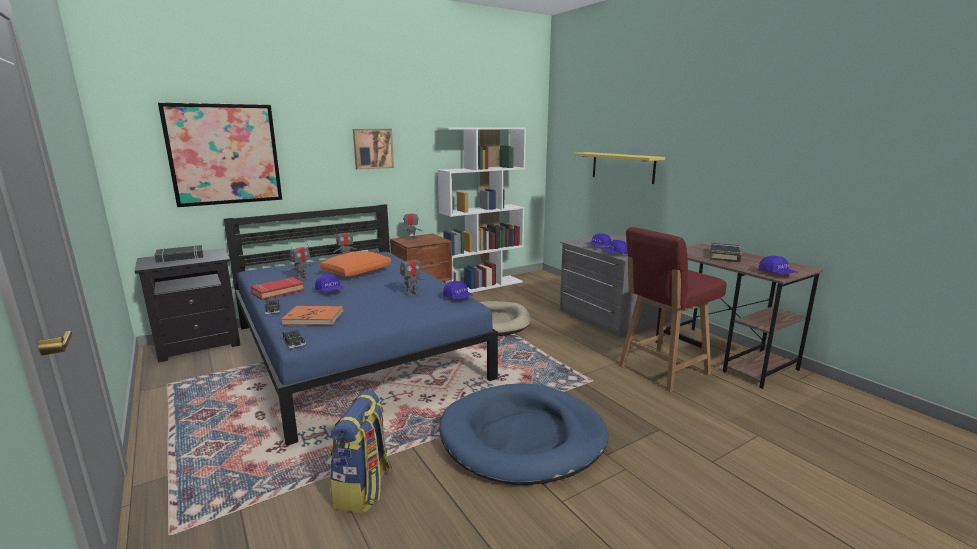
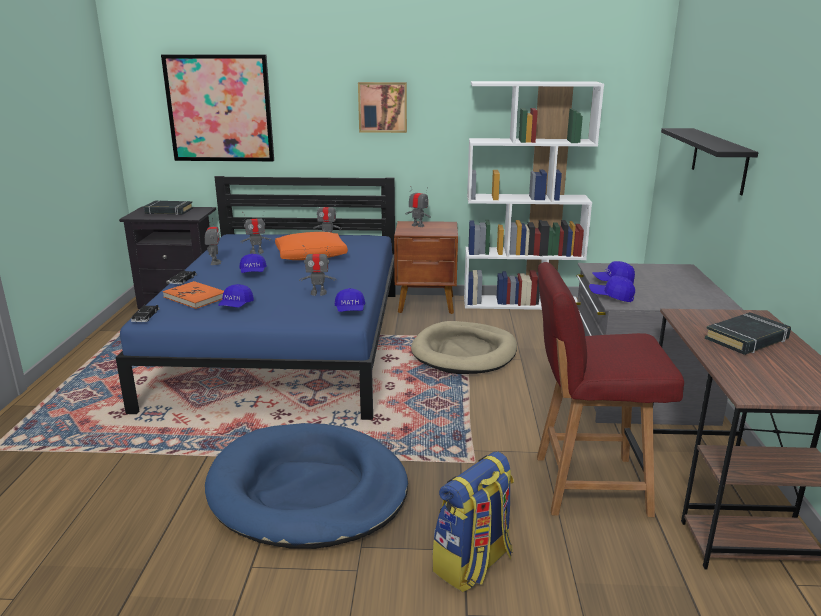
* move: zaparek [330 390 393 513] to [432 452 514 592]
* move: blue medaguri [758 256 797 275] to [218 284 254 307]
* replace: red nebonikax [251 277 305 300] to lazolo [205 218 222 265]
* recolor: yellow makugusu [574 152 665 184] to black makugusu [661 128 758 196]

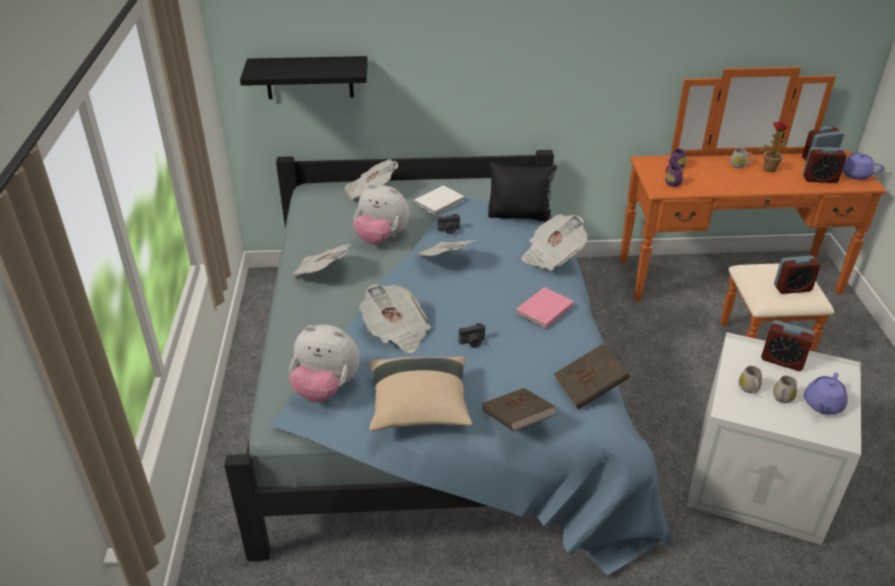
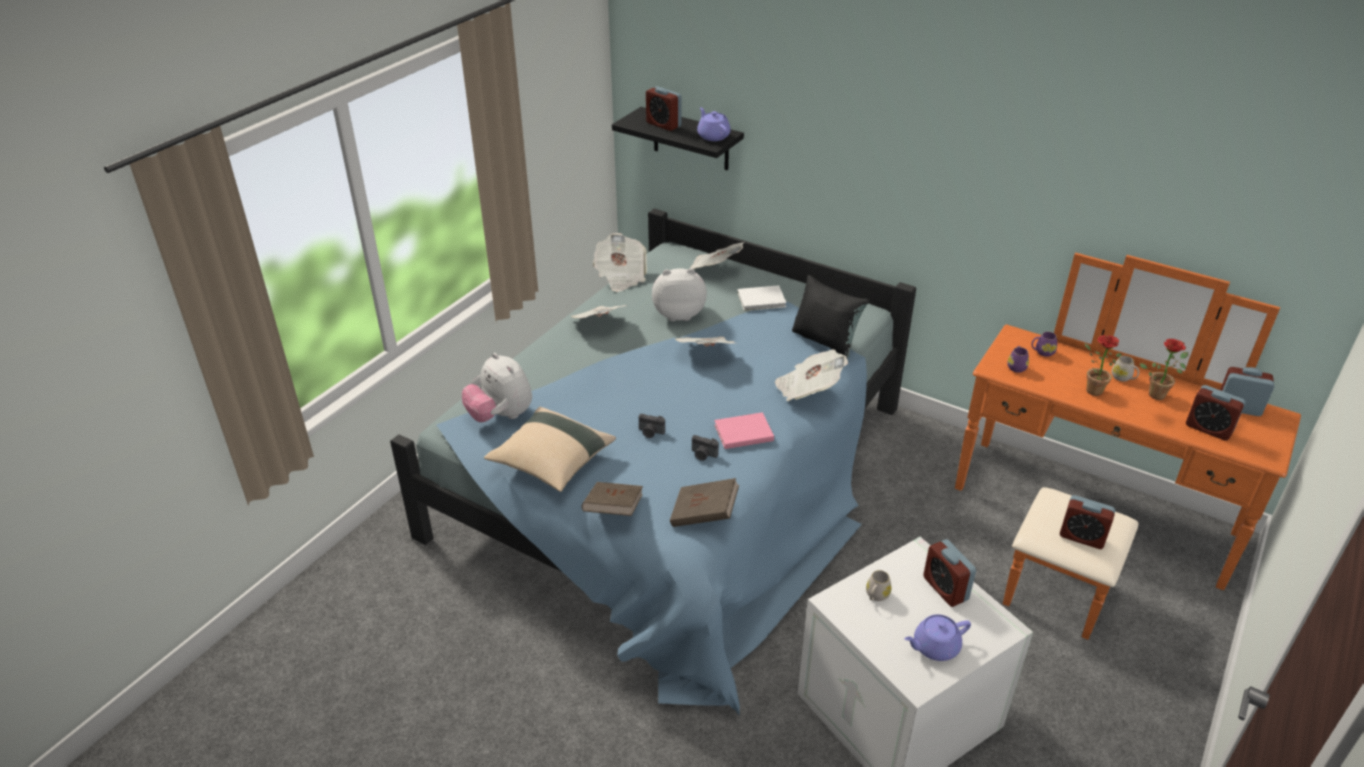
* delete: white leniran [773 376 797 403]
* insert: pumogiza [646 86 682 131]
* insert: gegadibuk [1084 335 1122 396]
* move: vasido [359 284 431 353] to [593 233 647 292]
* move: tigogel [437 214 460 234] to [692 435 719 461]
* move: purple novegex [842 153 884 180] to [697 107 731 141]
* rotate: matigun [353 184 409 245] = [652 268 707 321] 120 degrees clockwise

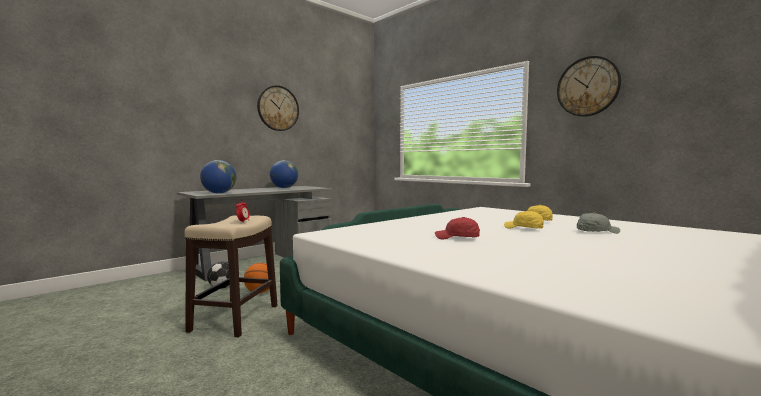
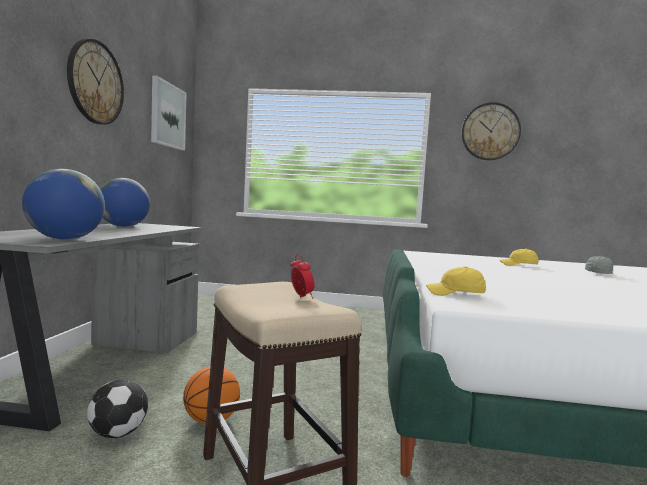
* delete: red medaguri [435 217 480 239]
* insert: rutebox [151 75 187 150]
* move: yellow medaguri [504 210 544 229] to [426 267 486 296]

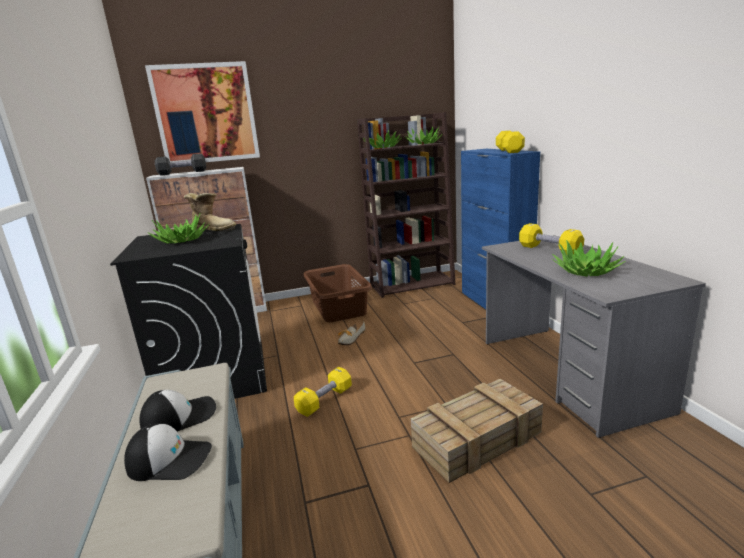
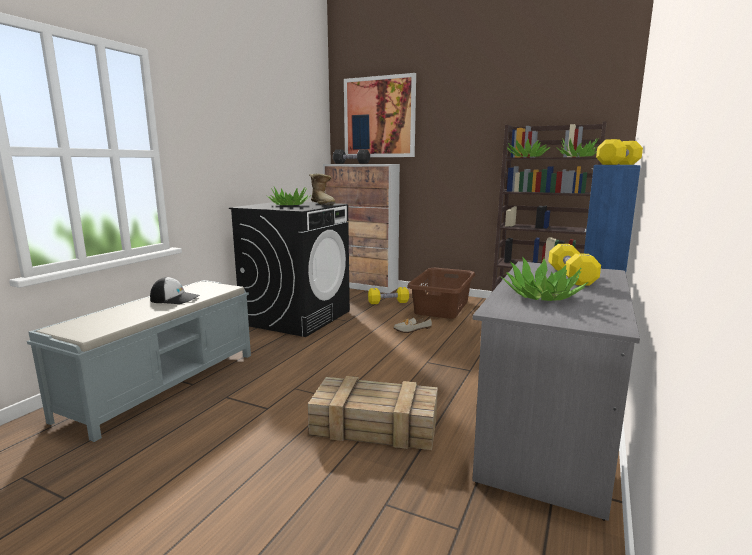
* delete: medaguri [124 423 212 481]
* move: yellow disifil [294 367 352 417] to [368 287 409 304]

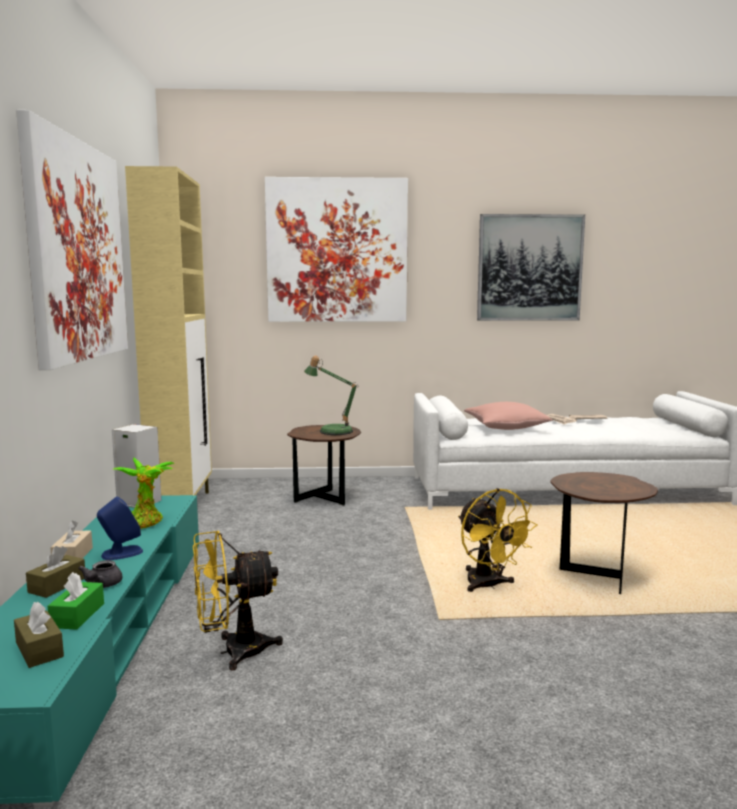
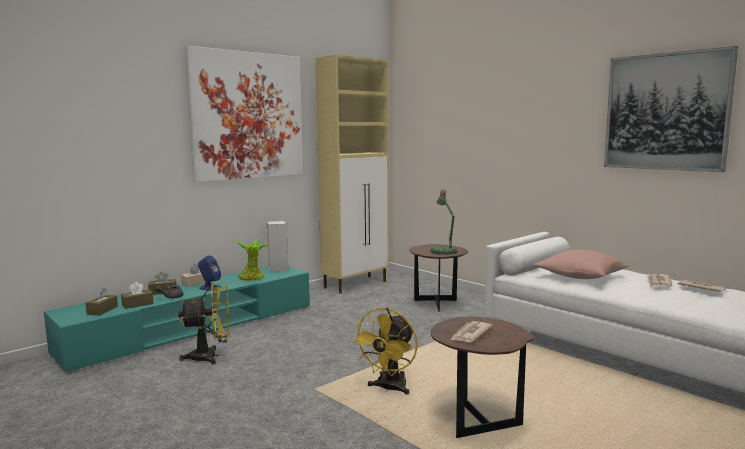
* delete: rutebox [265 177 408 322]
* insert: vasido [451 321 493 342]
* recolor: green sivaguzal [48 572 104 630] to brown sivaguzal [121 282 154 309]
* rotate: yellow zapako [193 531 283 671] = [178 282 230 365] 135 degrees clockwise

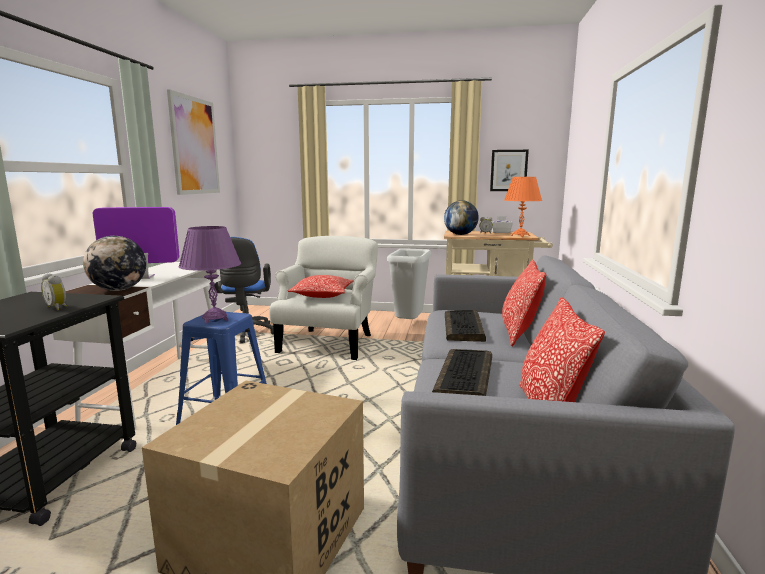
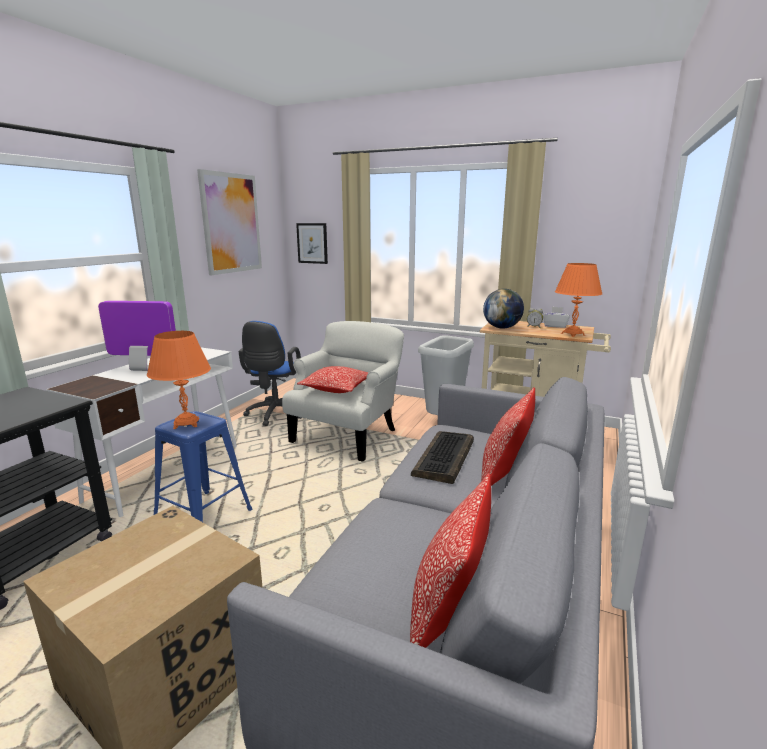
* delete: pumogiza [41 274 67 311]
* delete: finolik [83 236 146 291]
* delete: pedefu [432 349 492 396]
* move: rutebox [490 150 529 191] to [296 223 328 264]
* recolor: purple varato [179 226 241 324] to orange varato [147 331 211 429]

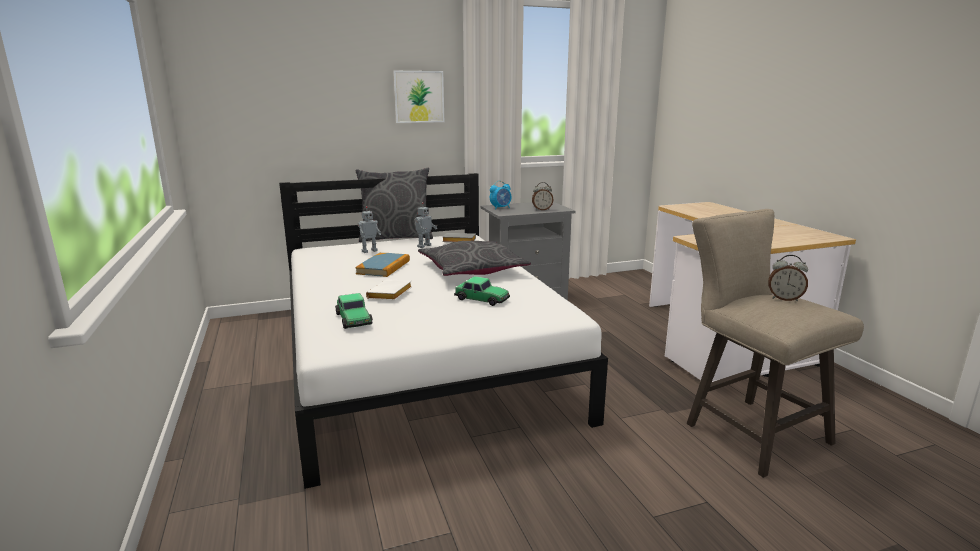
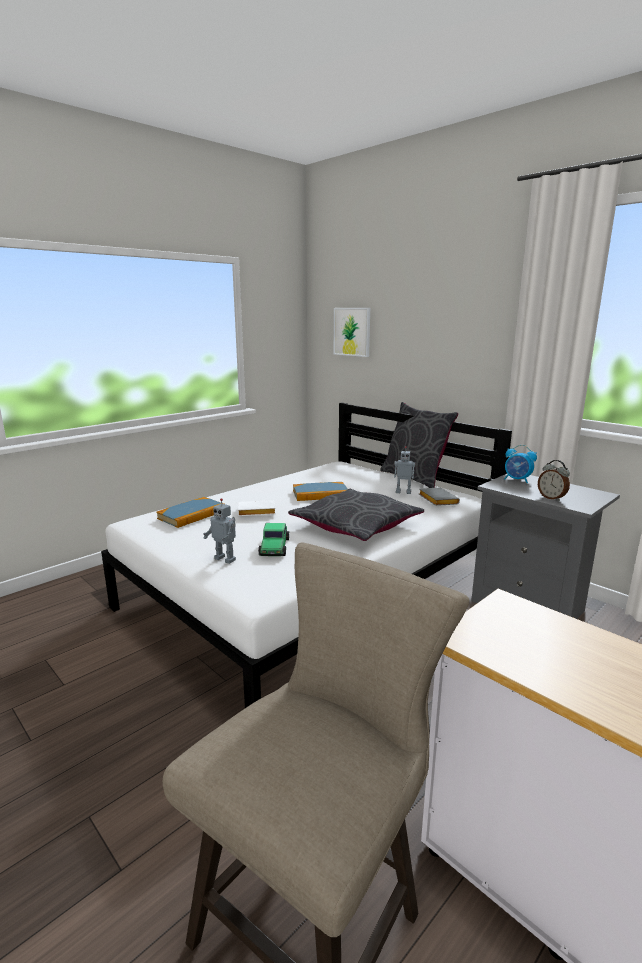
* delete: pumogiza [768 255 808 301]
* move: lazolo [358 206 381 253] to [203 498 236 564]
* move: rutebox [393 71 444 123] to [334 308 370 357]
* replace: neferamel [335 293 373 329] to nebonikax [156 497 224 528]

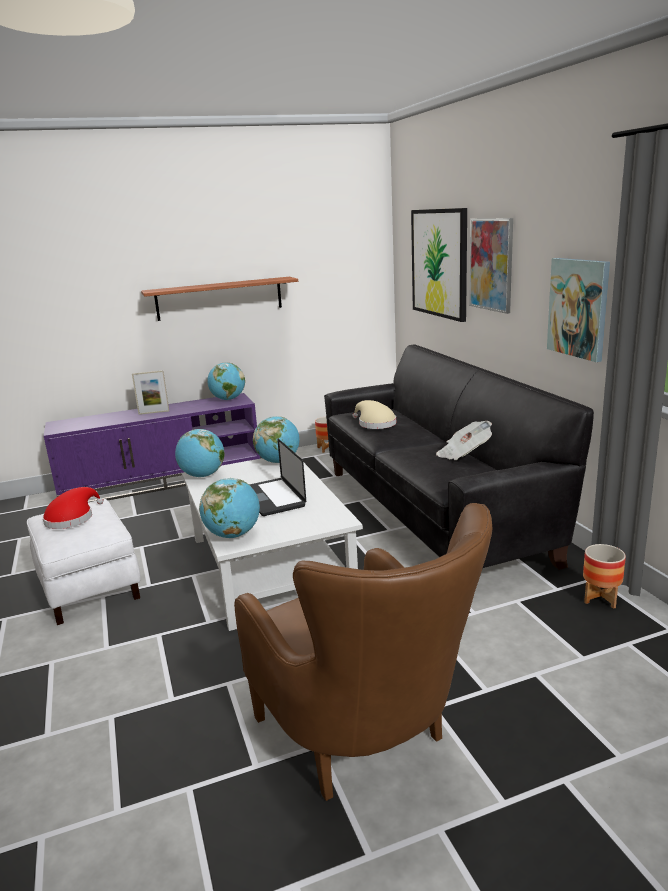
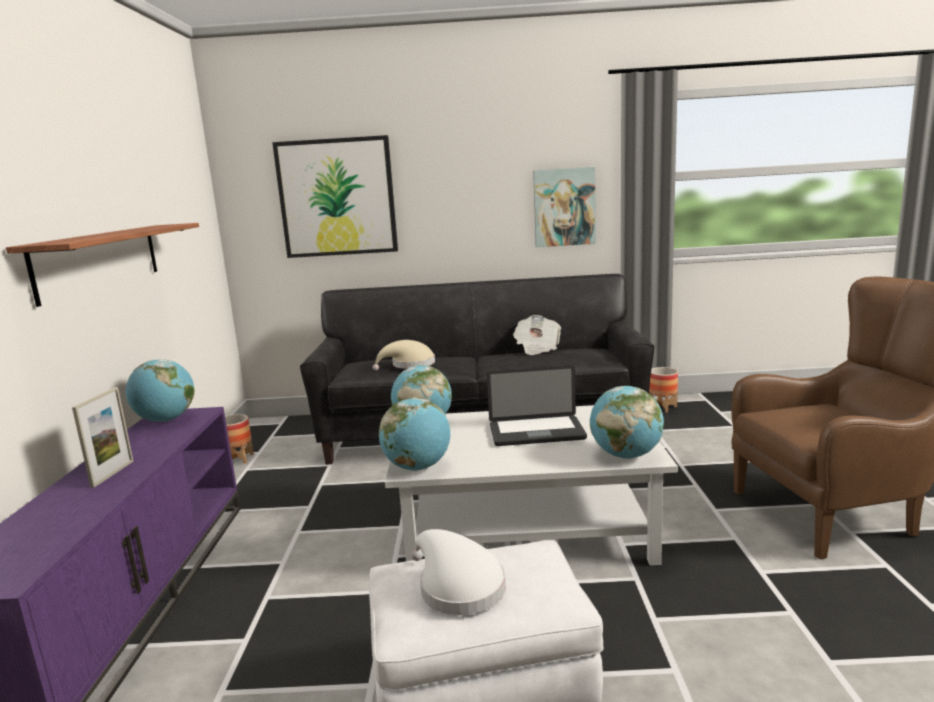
* delete: rutebox [469 218 513 314]
* recolor: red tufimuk [43 487 104 529] to white tufimuk [411 529 506 615]

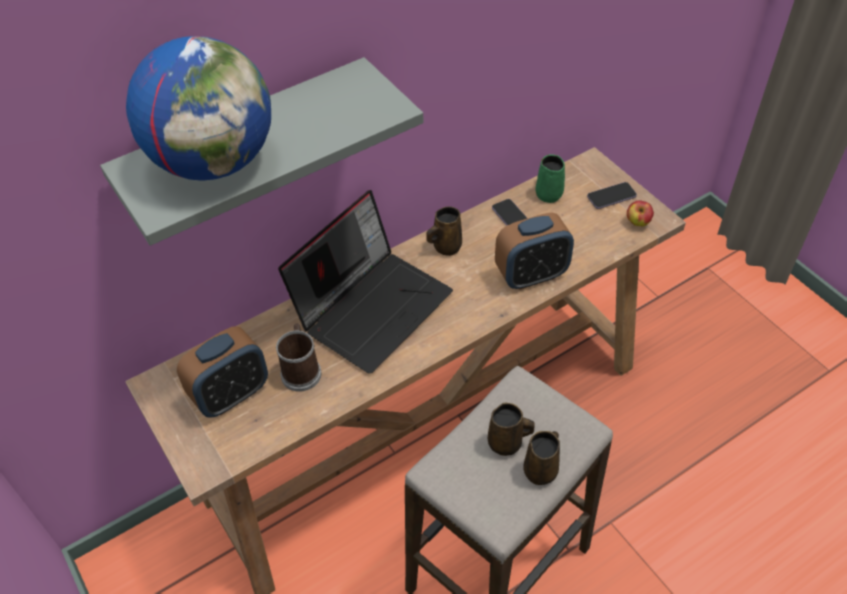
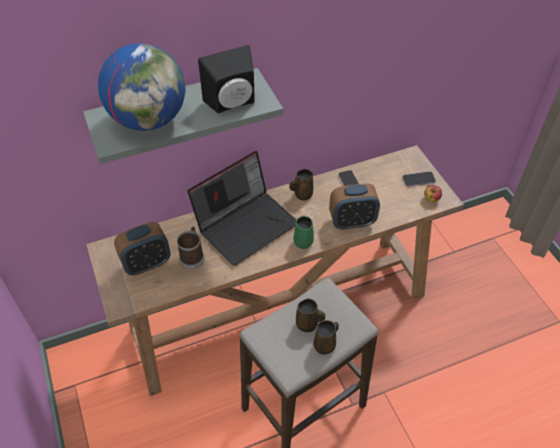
* insert: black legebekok [198 45 255 113]
* move: green leniran [535 154 565 203] to [293 216 314 249]

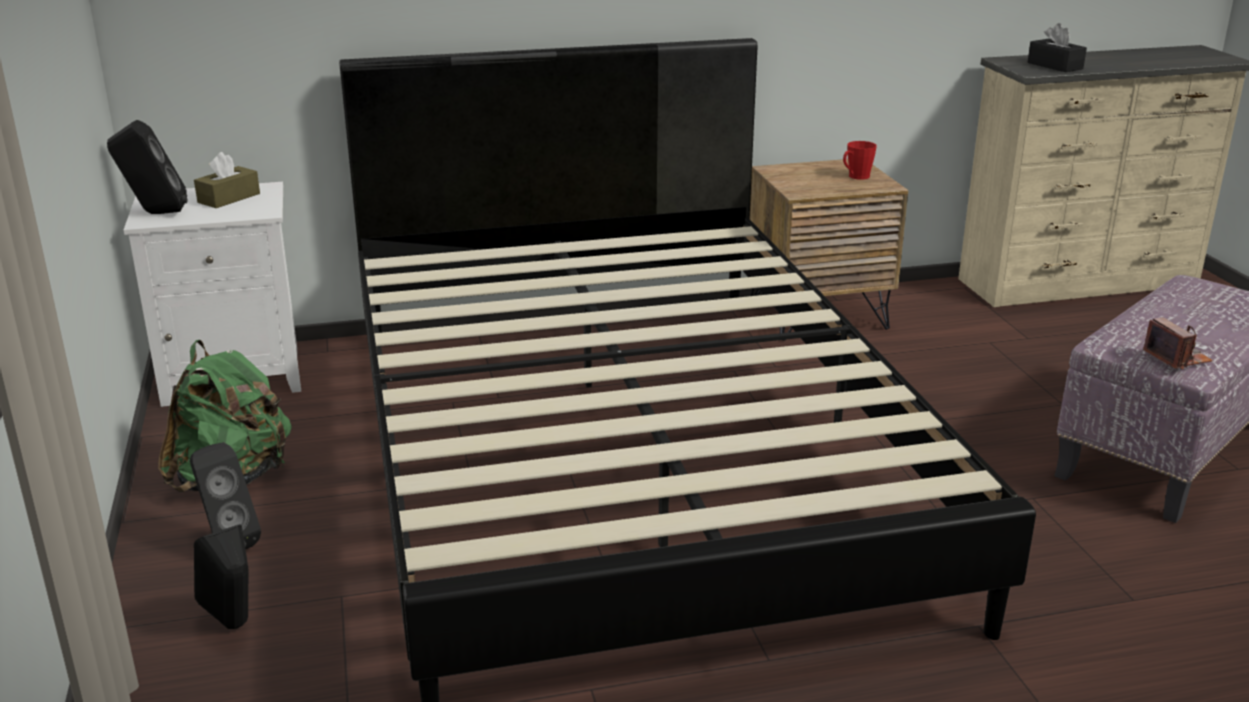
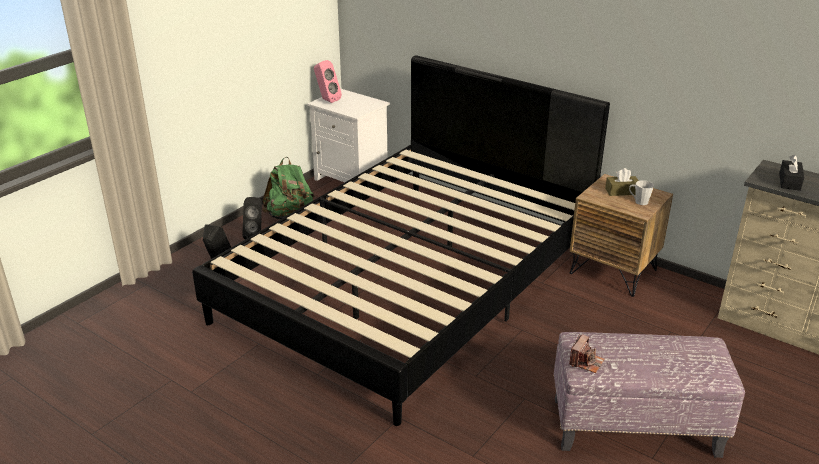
* move: brown sivaguzal [194 152 260 208] to [605 168 639 196]
* recolor: black legebekok [107 120 187 214] to pink legebekok [314 60 342 103]
* recolor: red leniran [843 141 877 180] to grey leniran [629 180 654 205]

